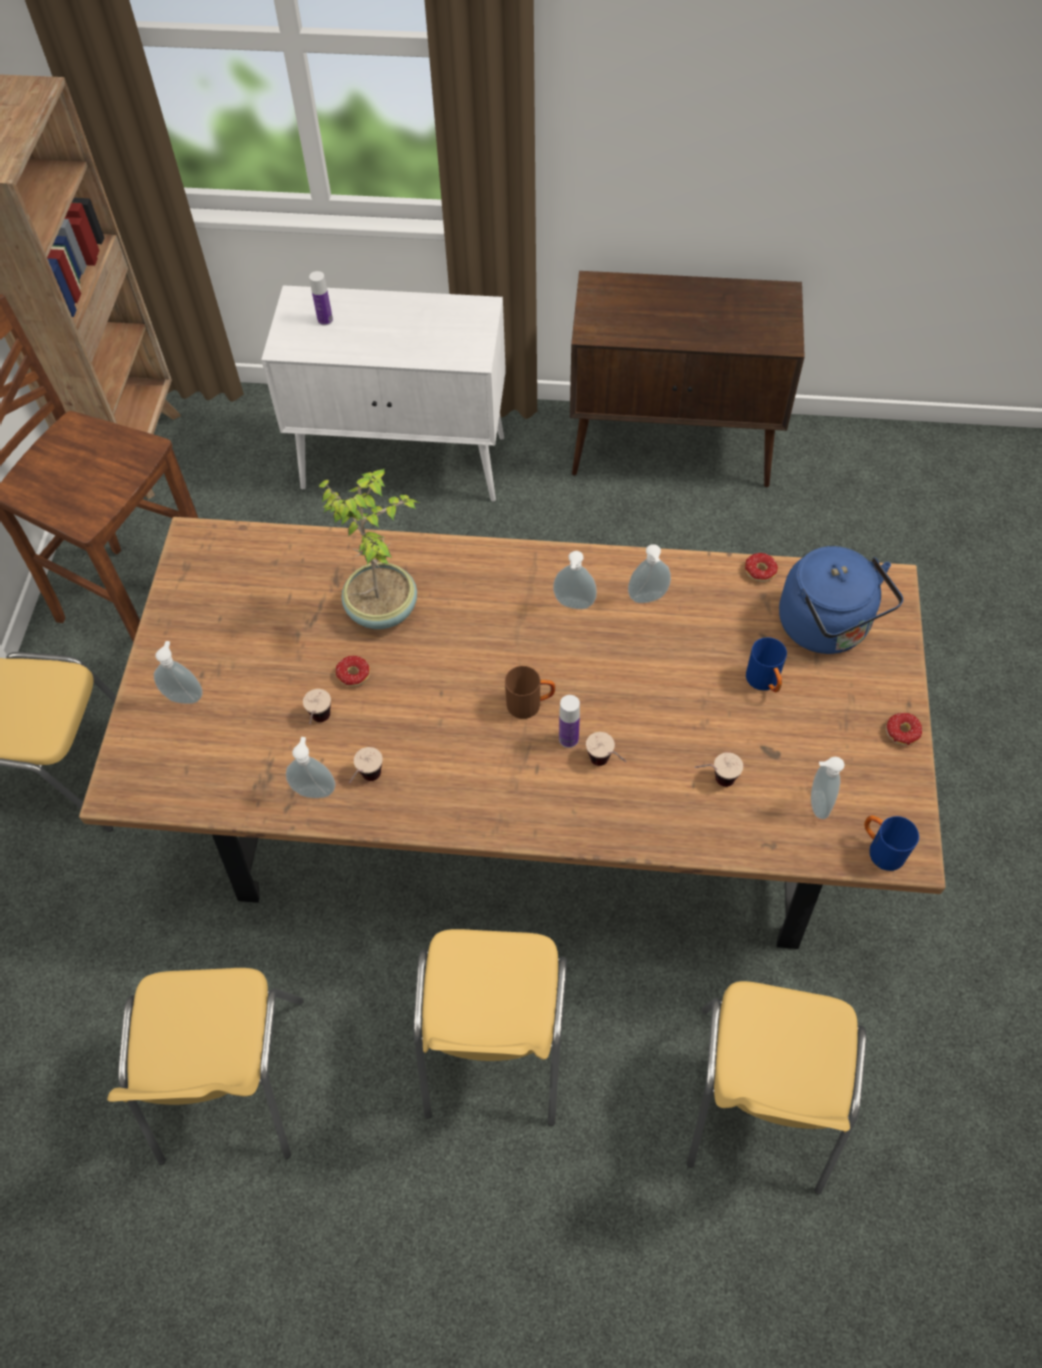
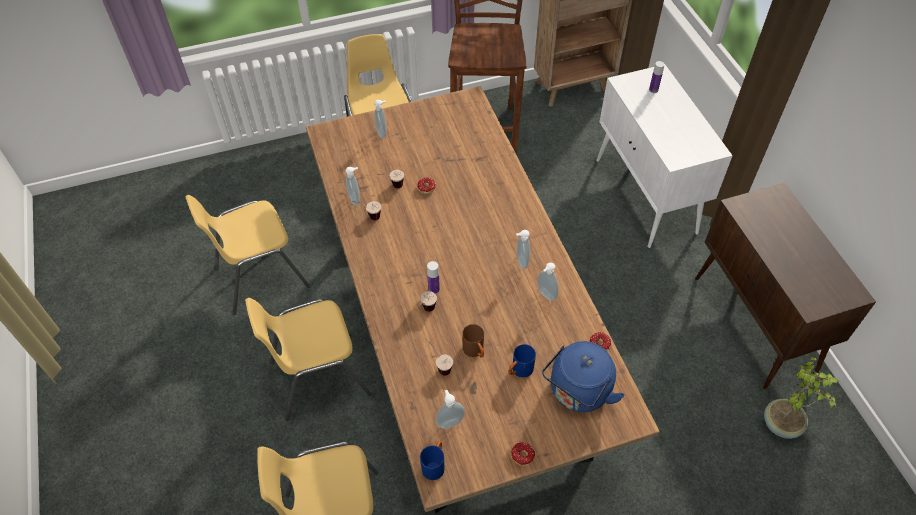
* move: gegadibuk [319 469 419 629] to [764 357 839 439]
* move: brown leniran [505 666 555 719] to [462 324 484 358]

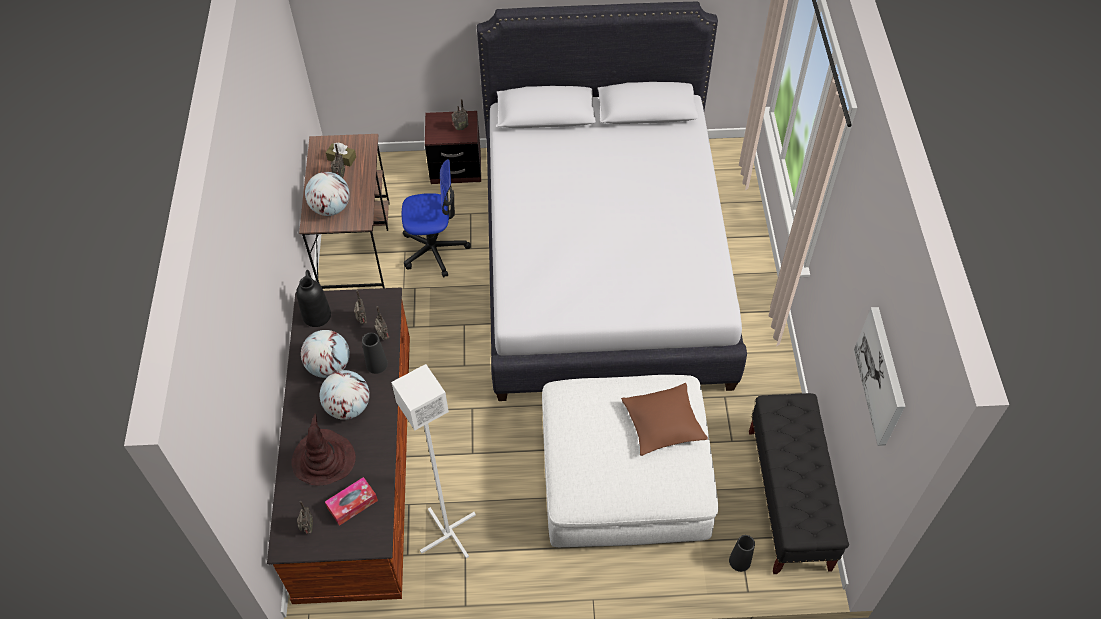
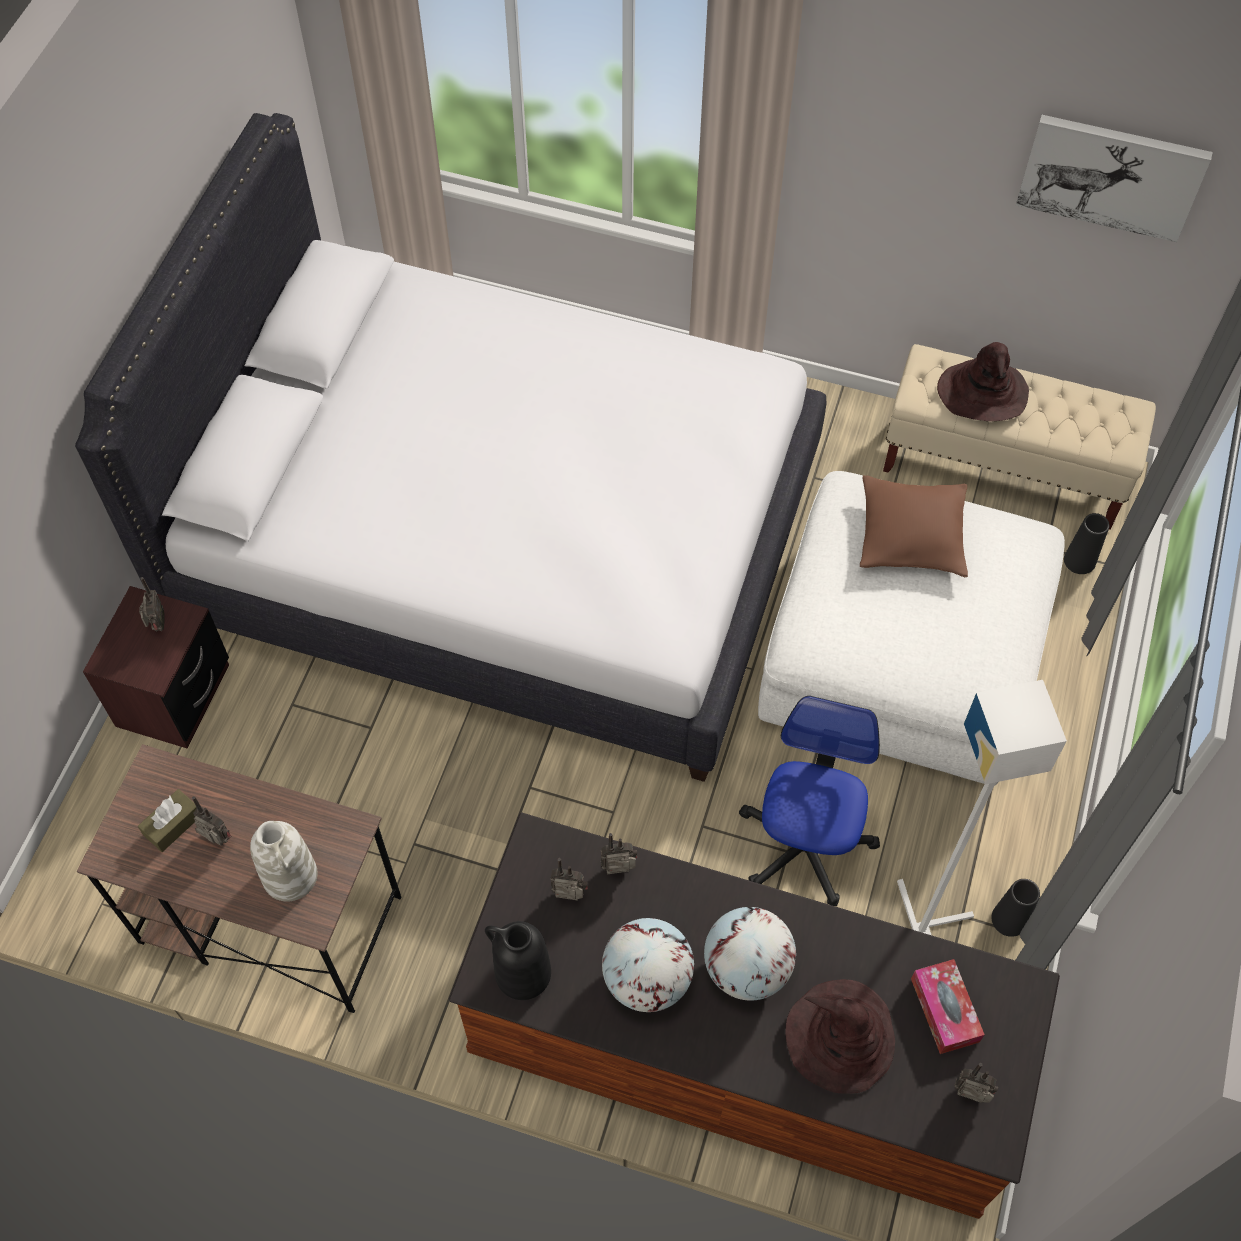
* insert: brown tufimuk [937 342 1029 421]
* move: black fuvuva [362 332 388 374] to [991 879 1040 937]
* move: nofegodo [402 159 471 278] to [739 696 880 906]
* replace: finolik [305 172 350 216] to white fuvuva [250 821 318 902]
* recolor: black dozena [749 393 849 574] to beige dozena [883 344 1156 530]

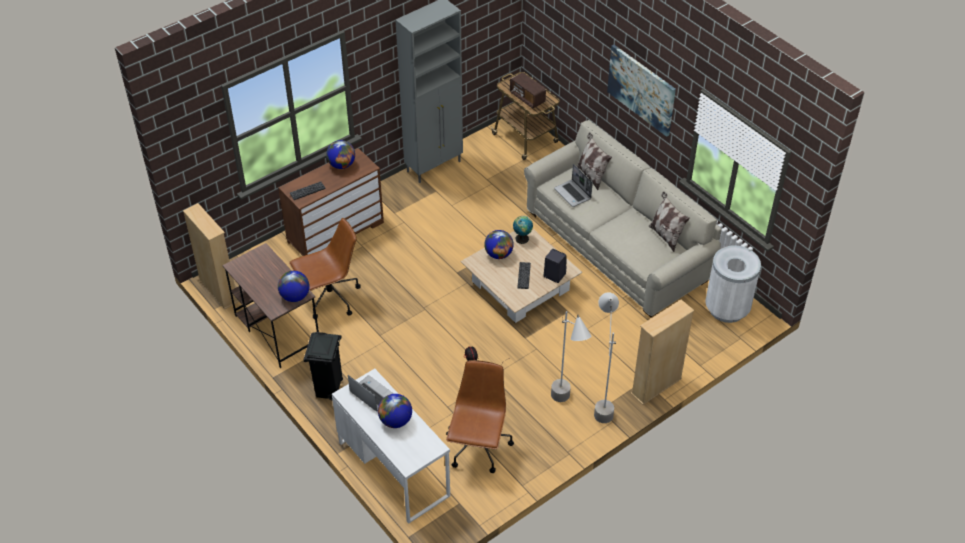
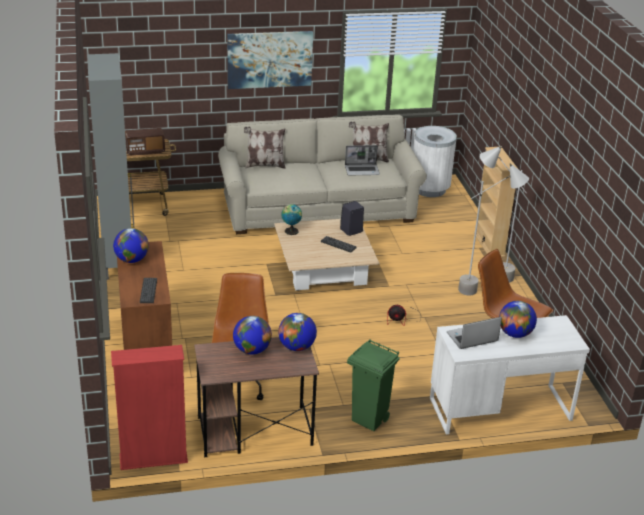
* move: finolik [484 230 514 259] to [233 316 272 354]
* move: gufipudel [554 164 593 207] to [345 145 380 175]
* recolor: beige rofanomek [183 203 239 309] to red rofanomek [111 345 188 470]
* recolor: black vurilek [304 332 343 401] to green vurilek [347 339 400 431]

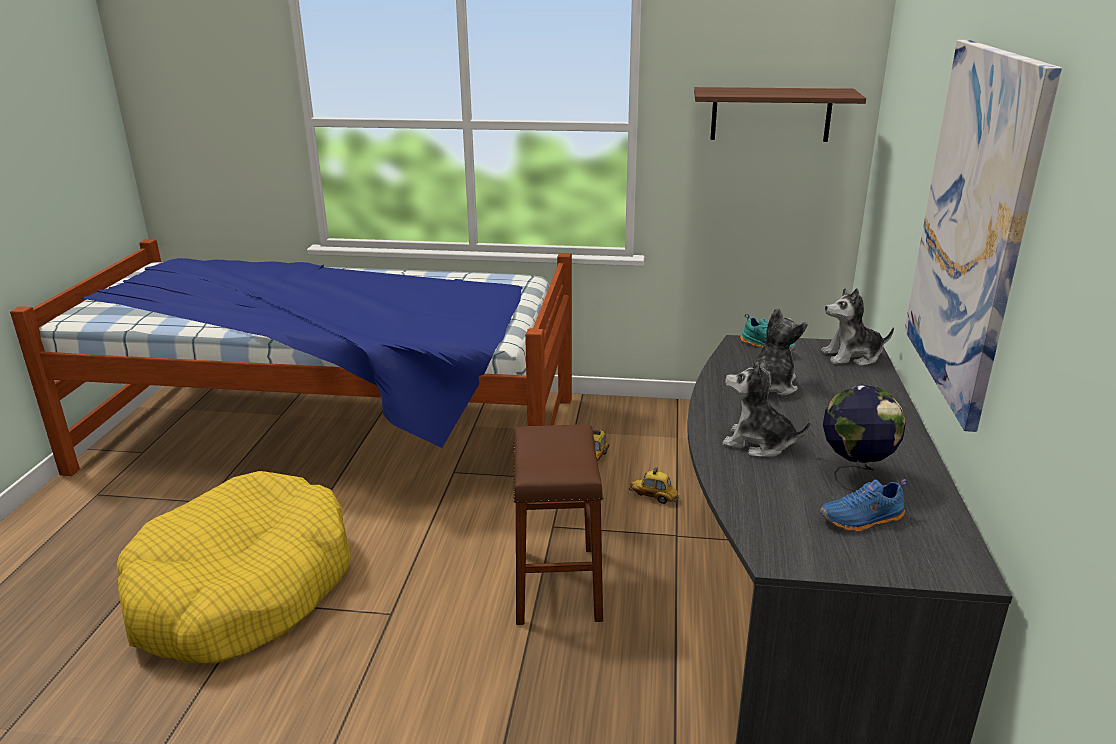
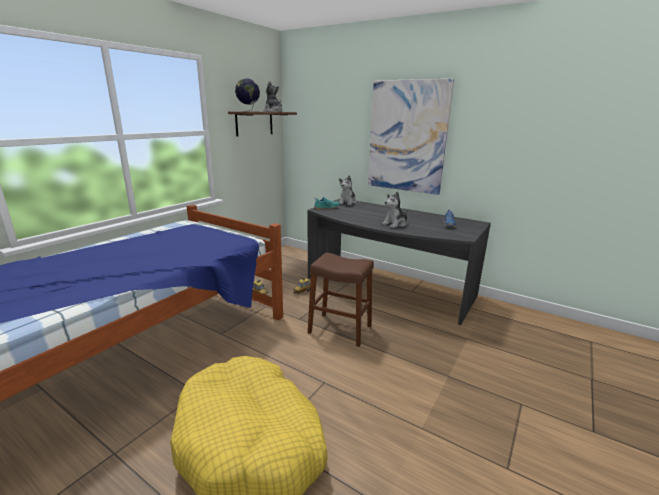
* move: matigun [753 308 808 396] to [263 81 282 112]
* move: finolik [823 385 906 492] to [235 78 260 112]

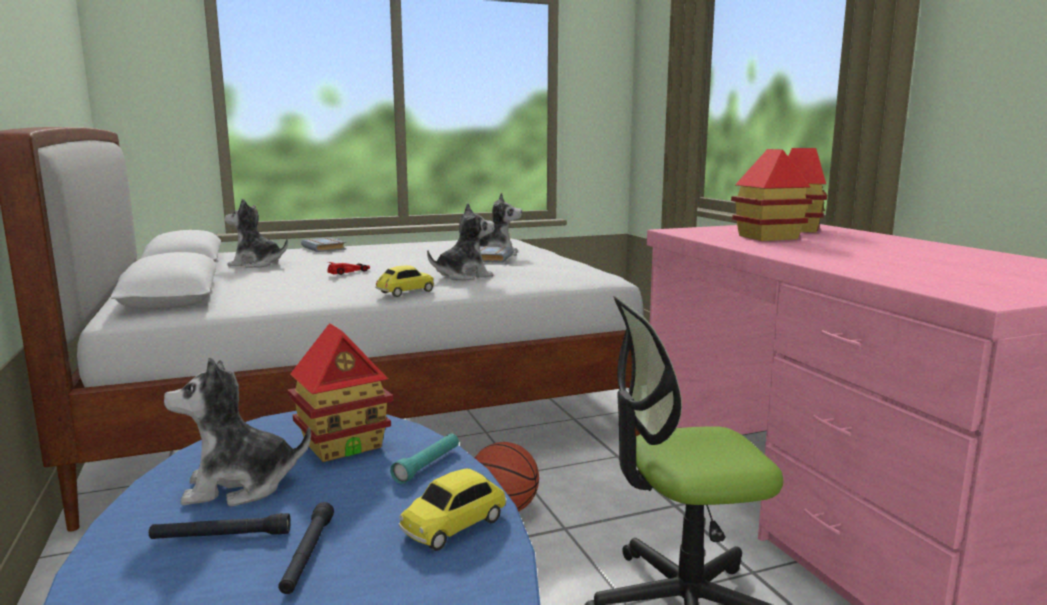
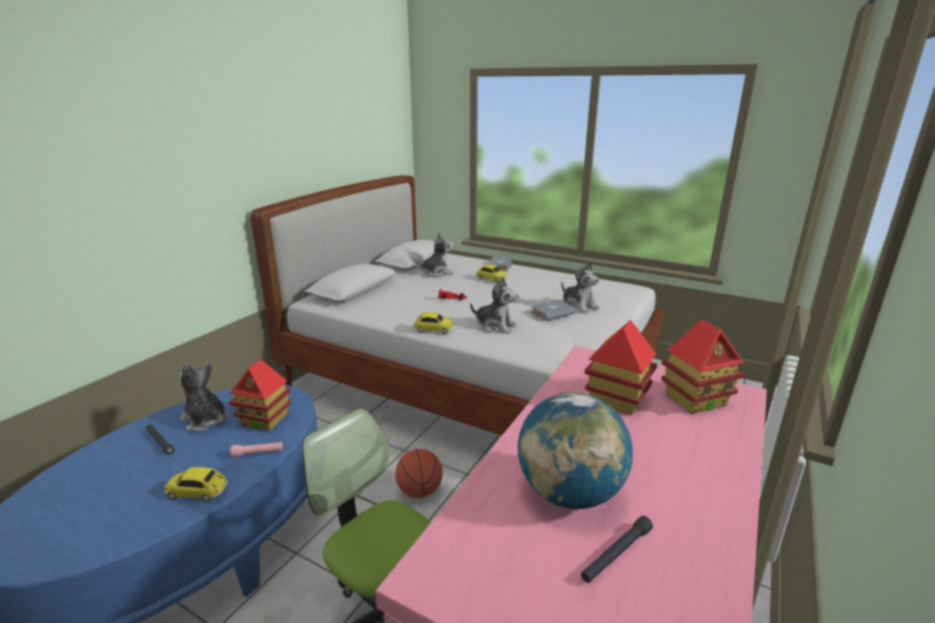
* insert: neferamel [476 264 507 283]
* insert: finolik [518 392 633 509]
* move: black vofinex [278 502 334 594] to [581 516 653 583]
* recolor: turquoise vofinex [390 433 459 484] to pink vofinex [230 442 283 457]
* rotate: matigun [225 198 288 268] = [416 233 454 277] 105 degrees clockwise

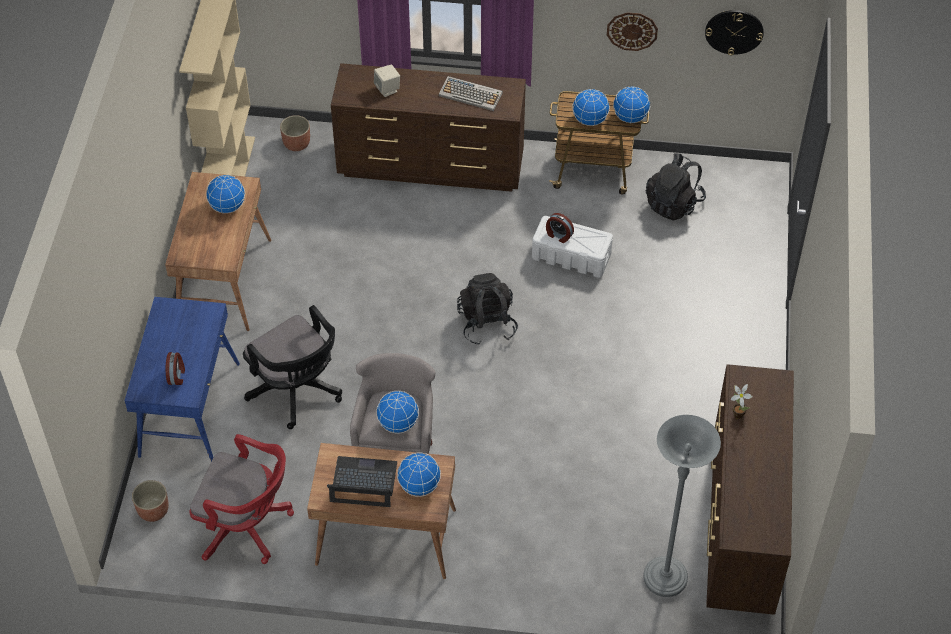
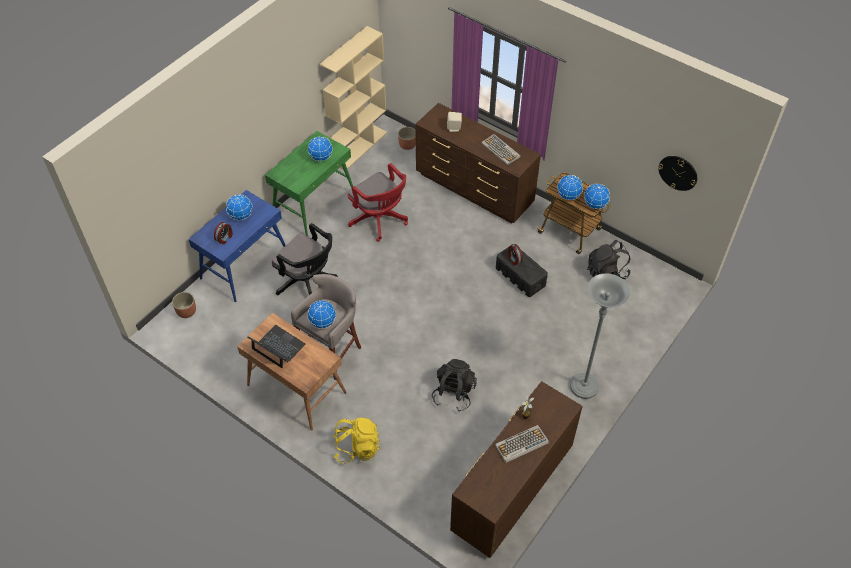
* delete: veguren [607 12 658 51]
* insert: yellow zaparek [333 417 380 464]
* insert: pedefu [495 425 549 463]
* move: red nofegodo [190 434 294 564] to [348 163 408 242]
* move: finolik [397 452 441 497] to [226 194 252 220]
* move: black zaparek [457 273 518 345] to [432 359 477 412]
* move: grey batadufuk [643 415 721 597] to [570 273 630 399]
* recolor: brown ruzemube [165 172 272 331] to green ruzemube [265 131 353 236]
* recolor: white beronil [532 216 613 278] to black beronil [496 244 548 297]
* rotate: black nofegodo [243 305 342 429] = [272 223 338 295] 45 degrees counterclockwise

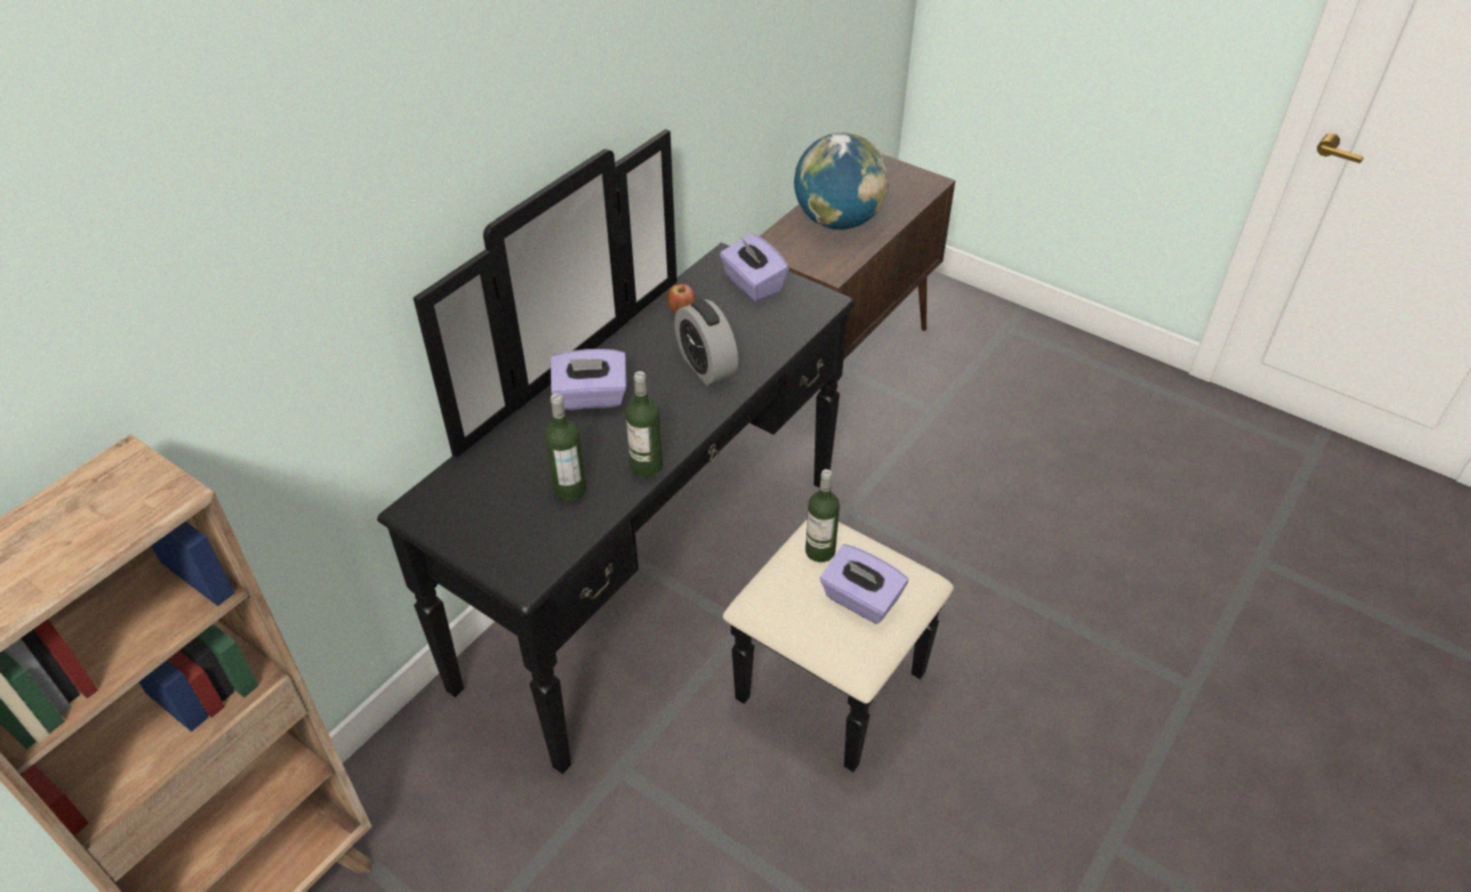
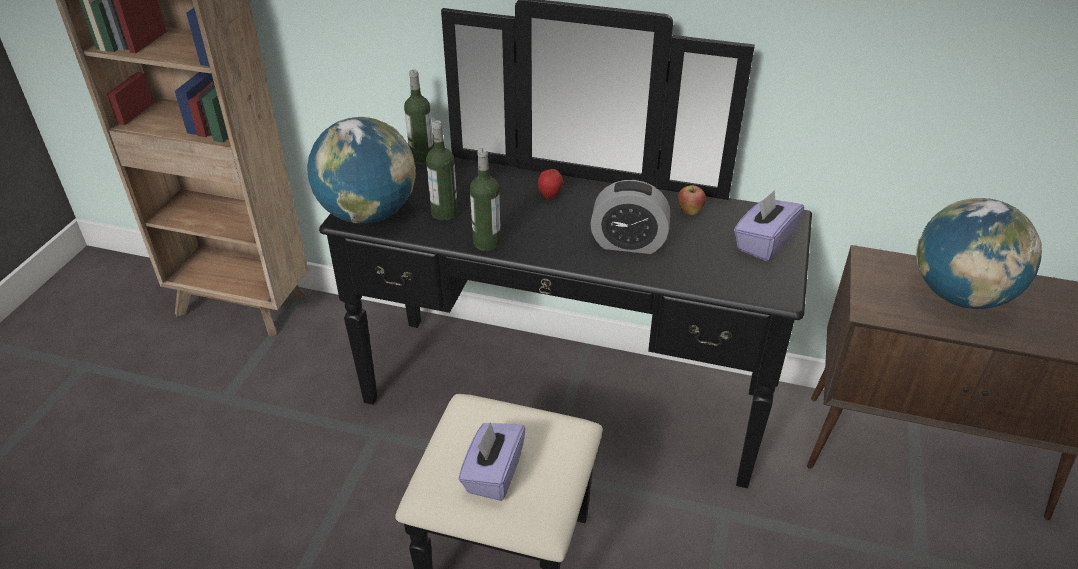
* insert: finolik [308 117 416 224]
* move: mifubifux [805 469 840 562] to [404 70 434 164]
* replace: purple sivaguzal [551 349 627 410] to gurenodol [538 168 563 199]
* rotate: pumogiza [675 300 738 385] = [590 180 670 254] 120 degrees counterclockwise

